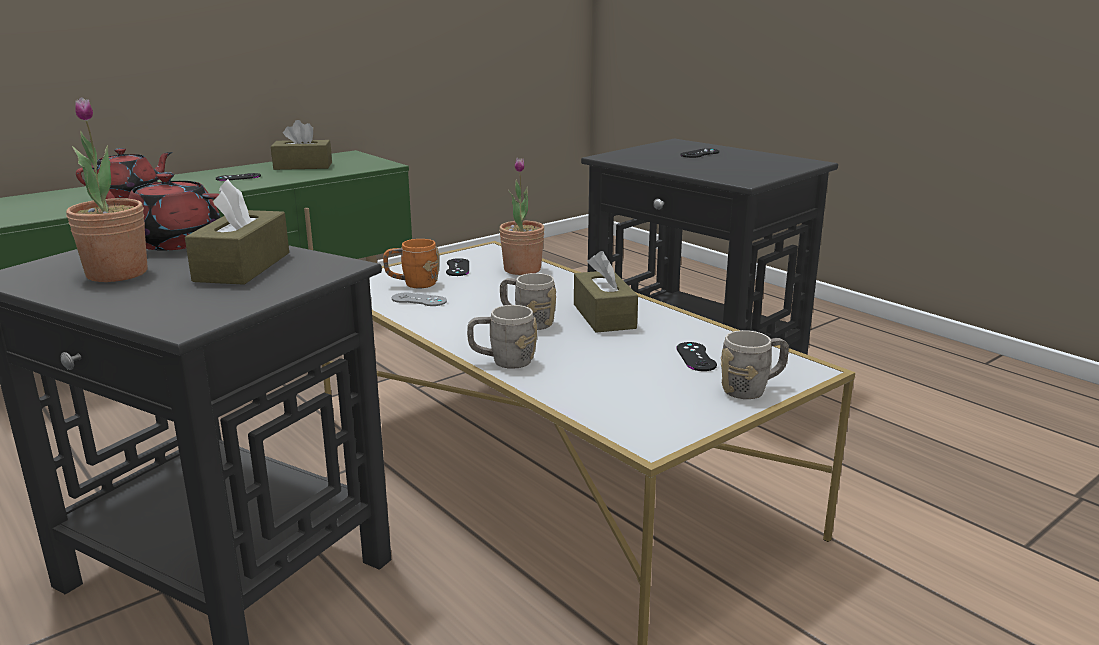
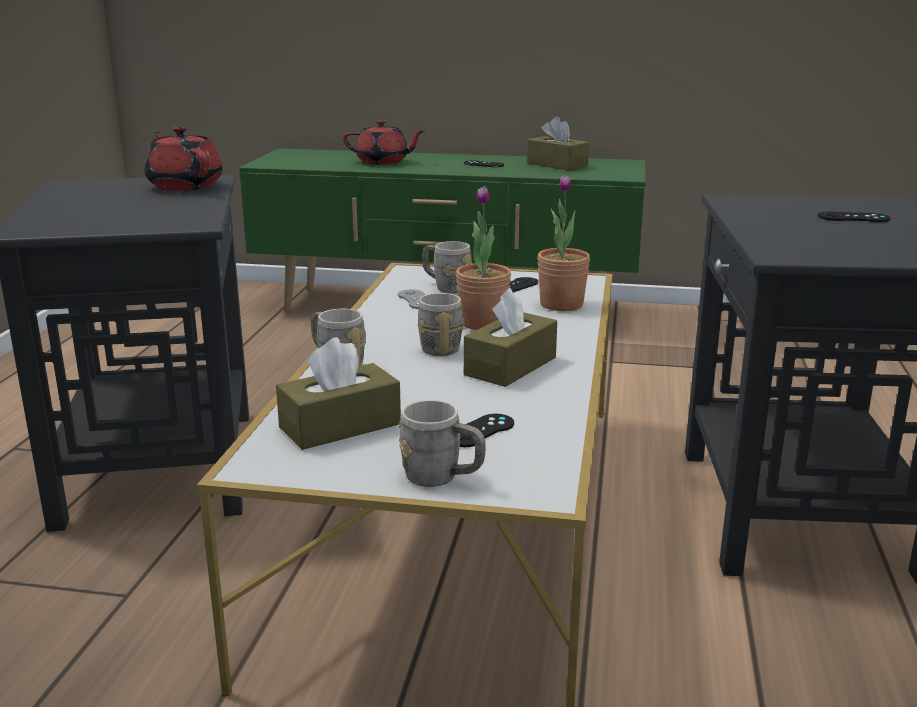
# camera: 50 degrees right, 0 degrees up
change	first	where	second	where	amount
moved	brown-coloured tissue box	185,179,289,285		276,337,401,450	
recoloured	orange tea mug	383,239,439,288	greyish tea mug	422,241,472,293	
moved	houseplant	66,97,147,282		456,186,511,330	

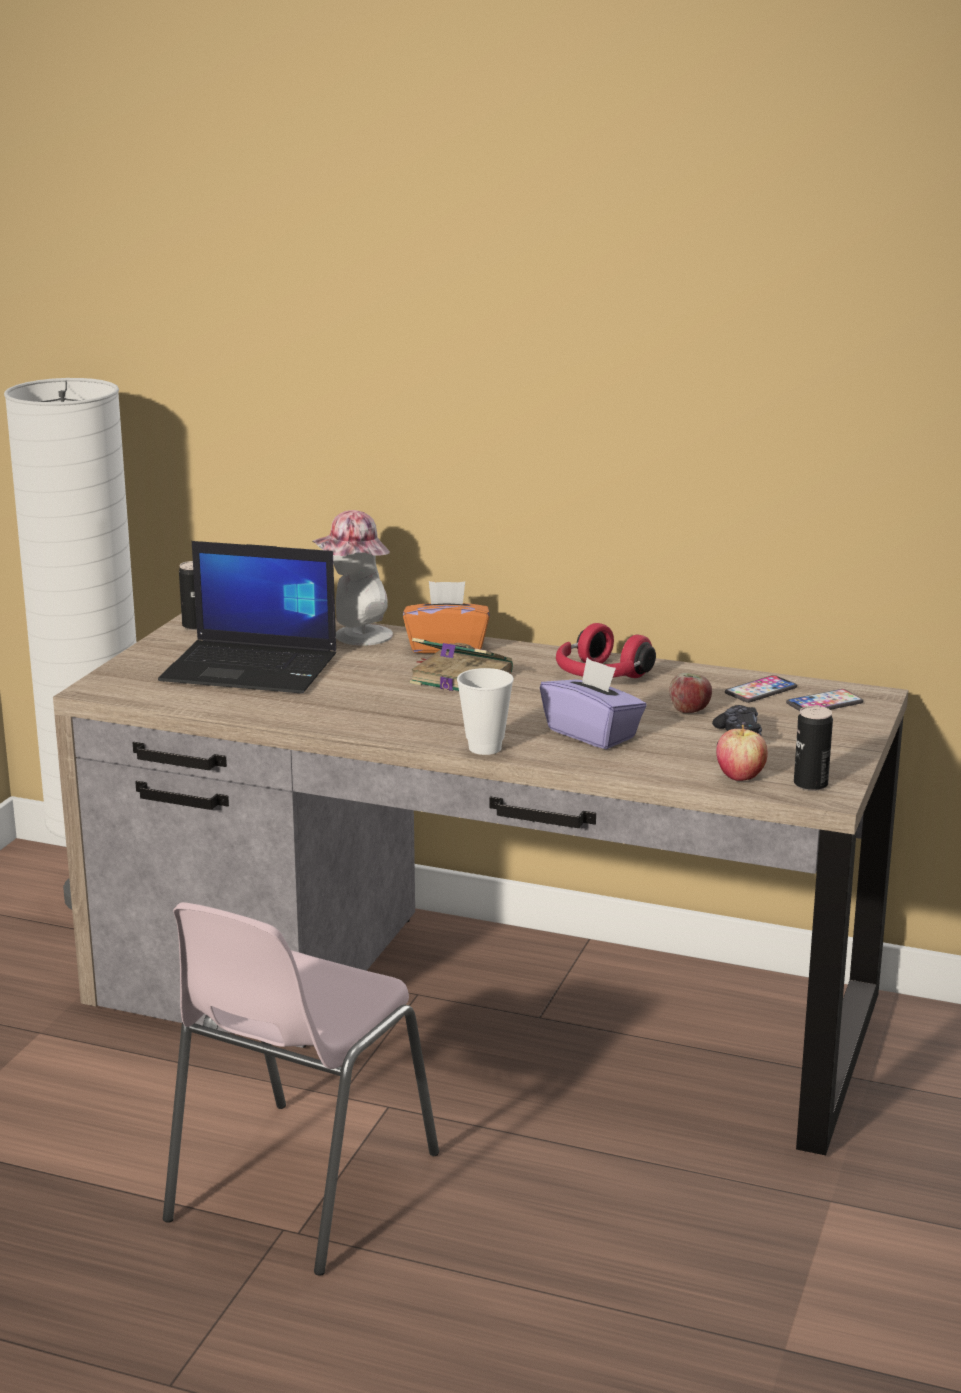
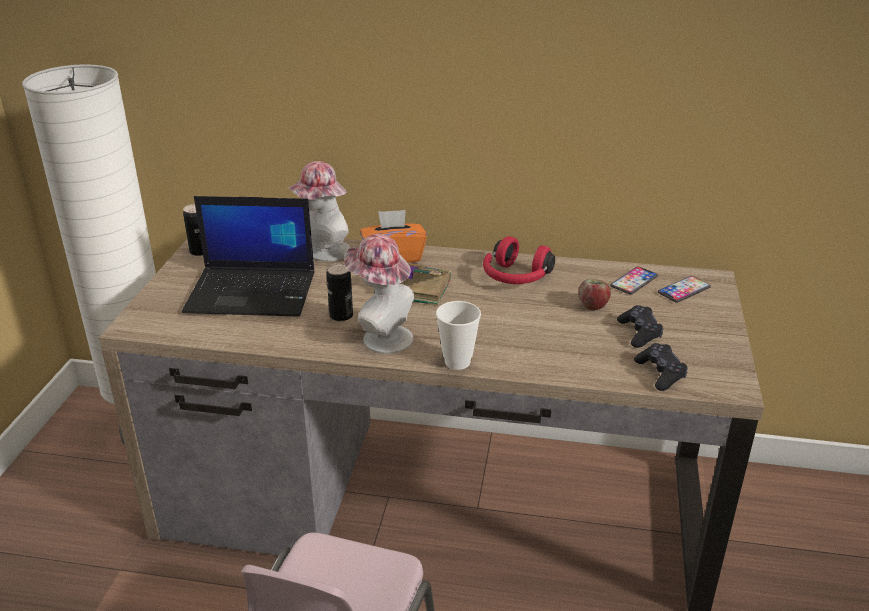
# camera: 10 degrees left, 10 degrees up
change	first	where	second	where	amount
moved	can	794,706,833,791		326,263,353,321	
added			wearable hat	345,234,414,354	
replaced	whole apple	716,725,768,781	blackish game controller	634,343,688,391	
removed	purple-coloured tissue box	540,658,647,749			

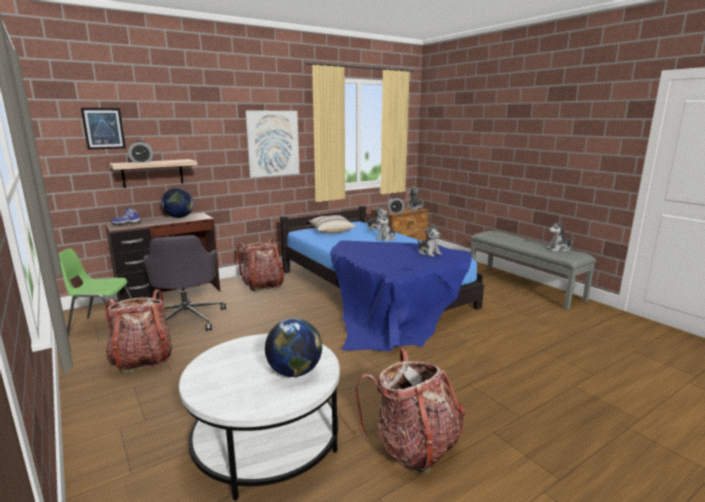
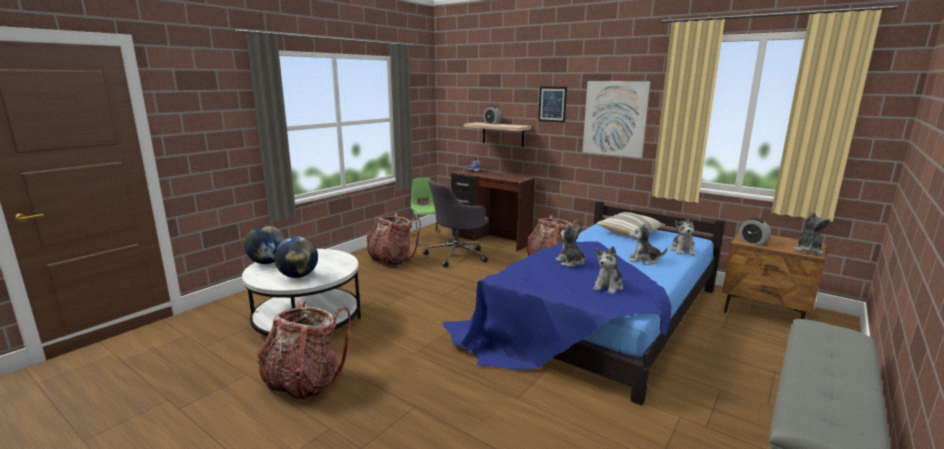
# camera: 70 degrees right, 0 degrees up
change	first	where	second	where	amount
moved	world globe	161,188,194,218		244,225,286,264	
moved	picture	81,108,126,150		538,86,567,123	
moved	cuddly toy	546,221,575,252		555,224,586,267	

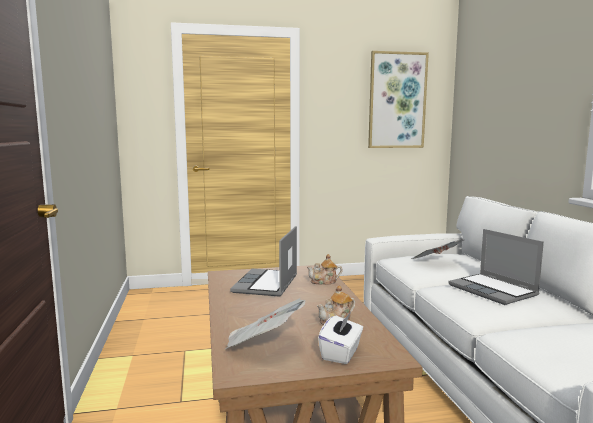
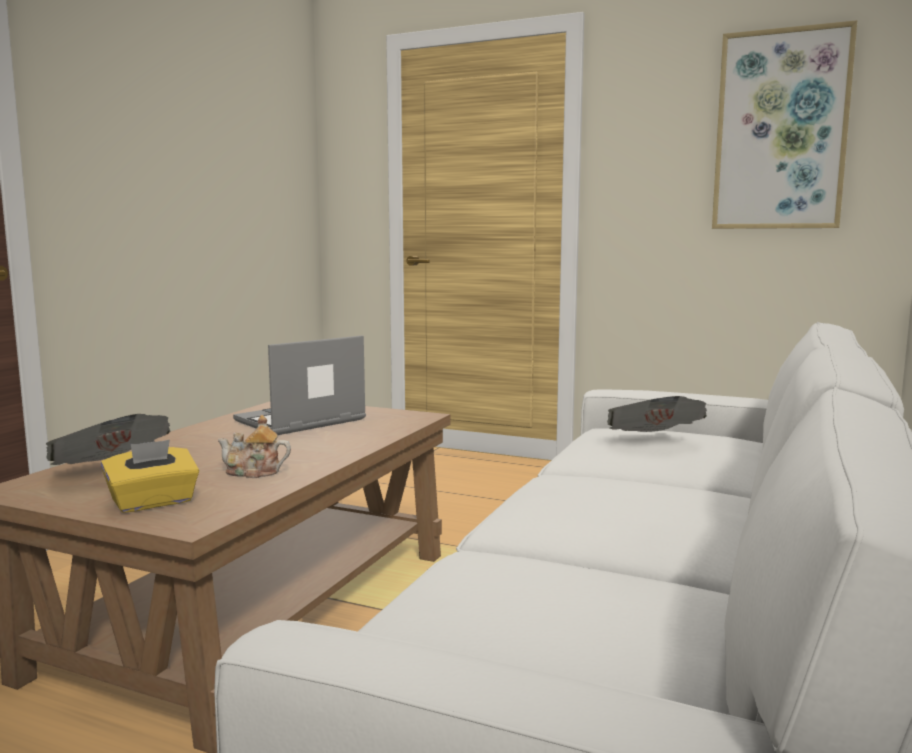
# camera: 35 degrees right, 0 degrees up
change	first	where	second	where	amount
recoloured	whitish tissue box	318,313,363,364	yellow-coloured tissue box	101,440,199,513	
removed	tea pot	307,254,343,285			
removed	notebook computer	448,229,544,305			

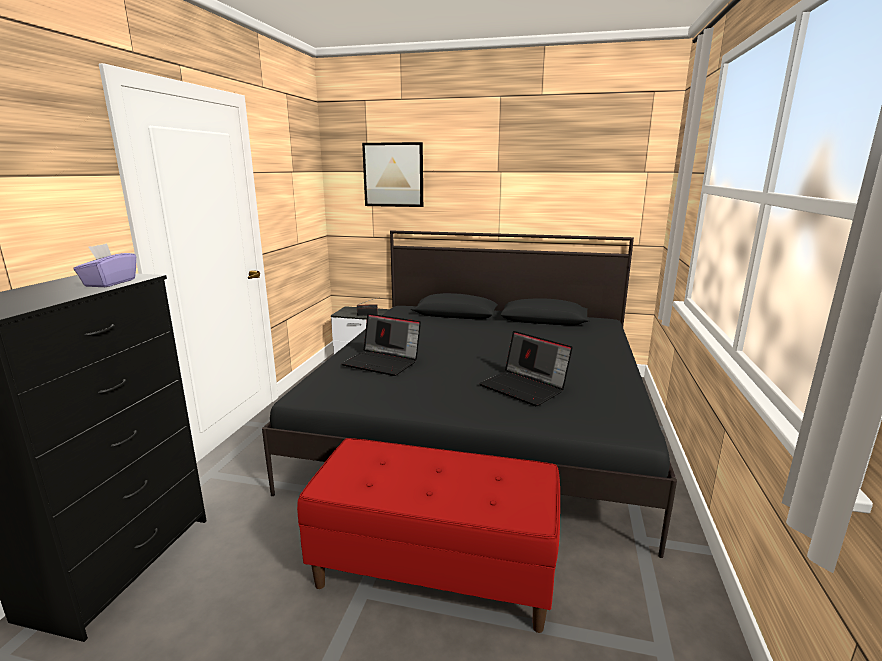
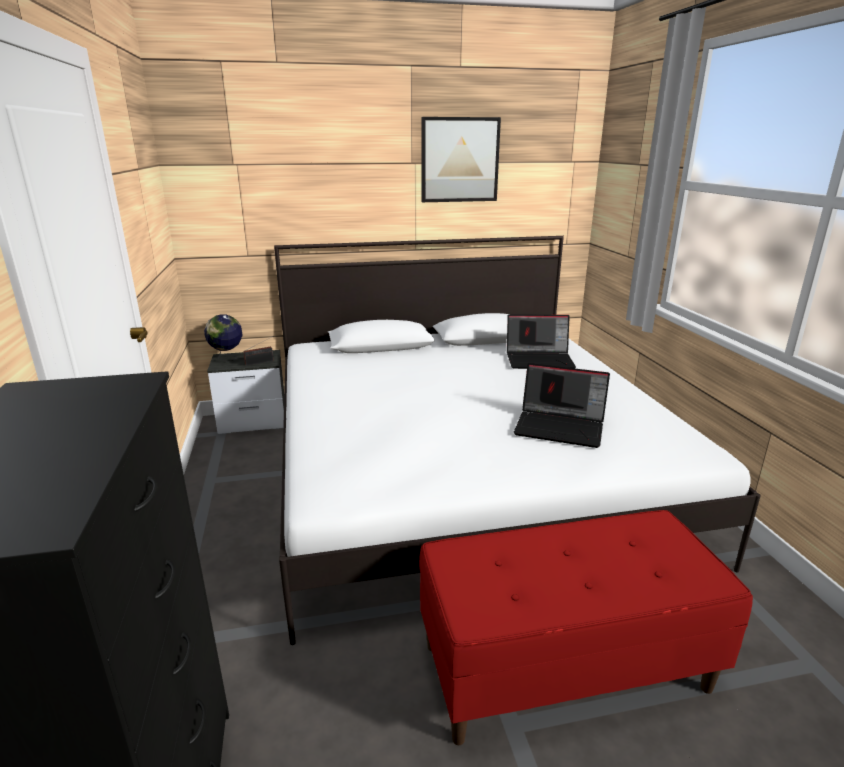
# camera: 25 degrees left, 5 degrees up
change	first	where	second	where	amount
added			world globe	204,314,243,362	
recoloured	blackish bedroom bed	262,230,677,558	whitish bedroom bed	274,236,761,645	
moved	picture	362,142,423,207		421,117,501,202	
moved	notebook computer	341,314,421,376		507,314,576,369	
removed	purple-coloured tissue box	74,243,136,287			

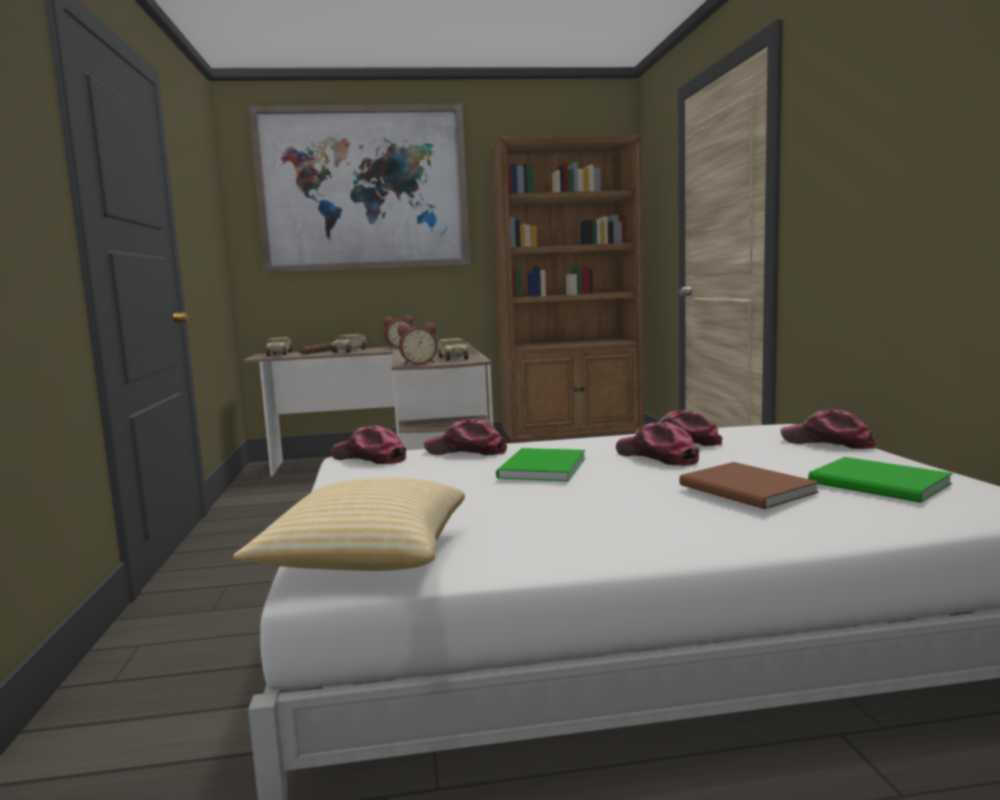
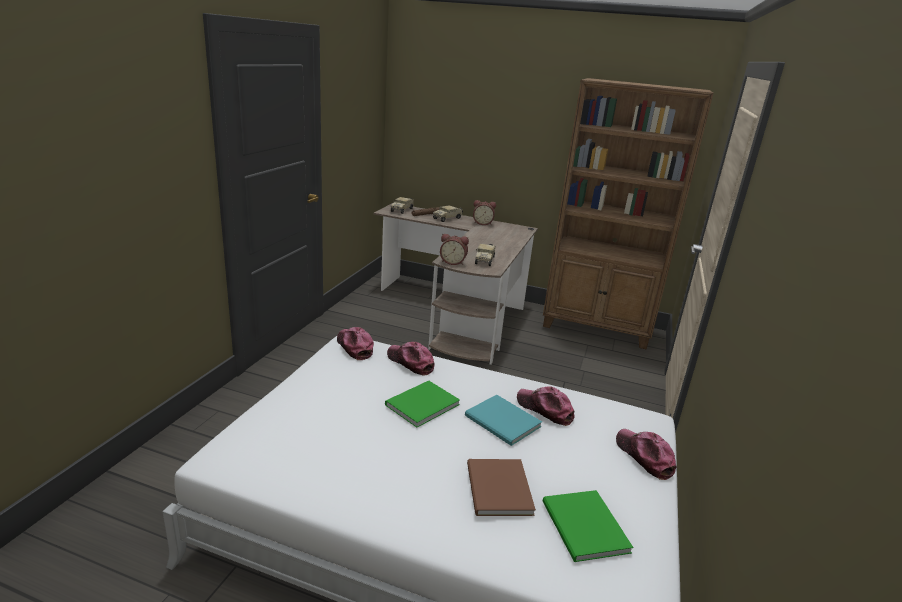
# camera: 25 degrees right, 15 degrees up
change	first	where	second	where	amount
replaced	baseball cap	616,422,699,466	turquoise bound book	465,395,542,446	
removed	pillow	233,478,465,571			
removed	picture	248,104,470,273			

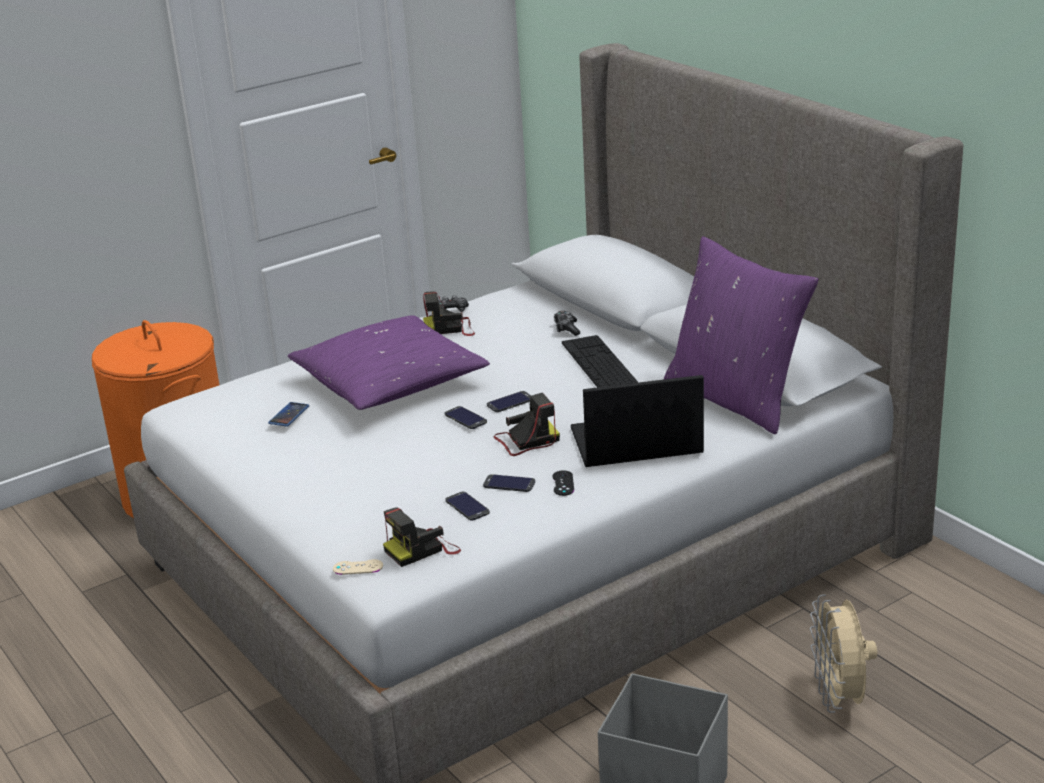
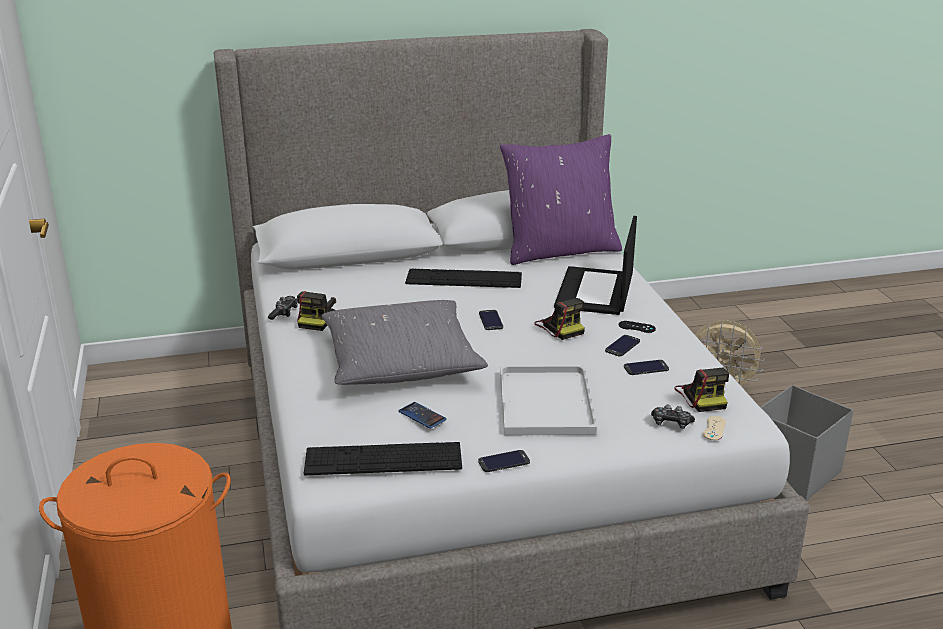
# camera: 70 degrees left, 0 degrees up
change	first	where	second	where	amount
added			computer keyboard	304,442,462,475	
recoloured	purple-coloured pillow	288,315,490,410	greyish pillow	321,300,488,385	
moved	handset	445,406,487,429		478,450,530,472	
added			whitish carrying tray	500,366,597,436	
turned	photo camera	494,393,560,456		534,298,585,340	150 degrees clockwise
moved	game controller	554,311,580,336		651,405,695,429	

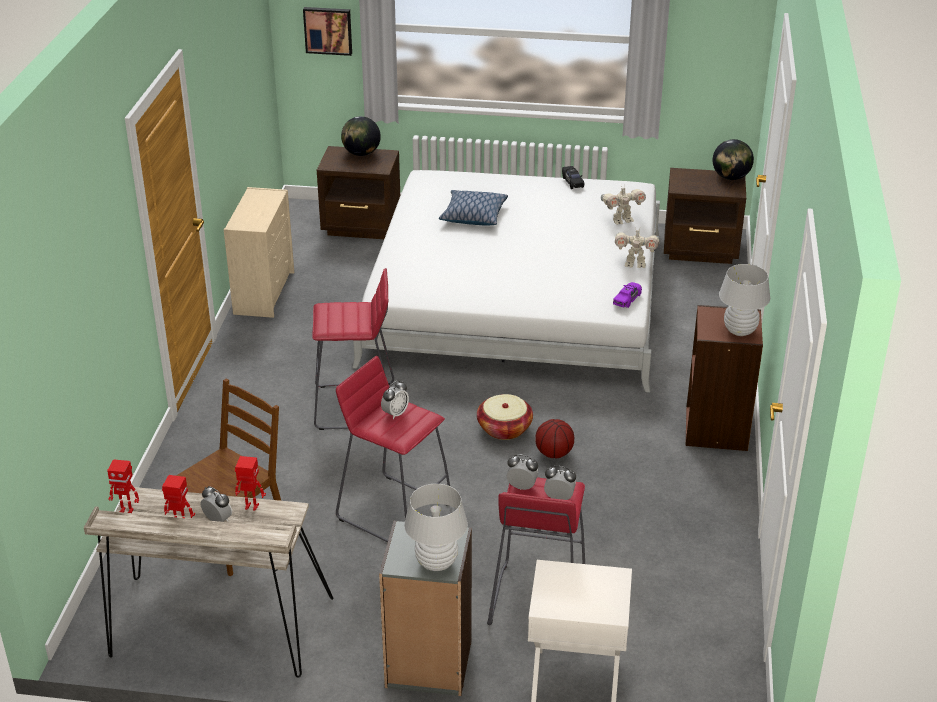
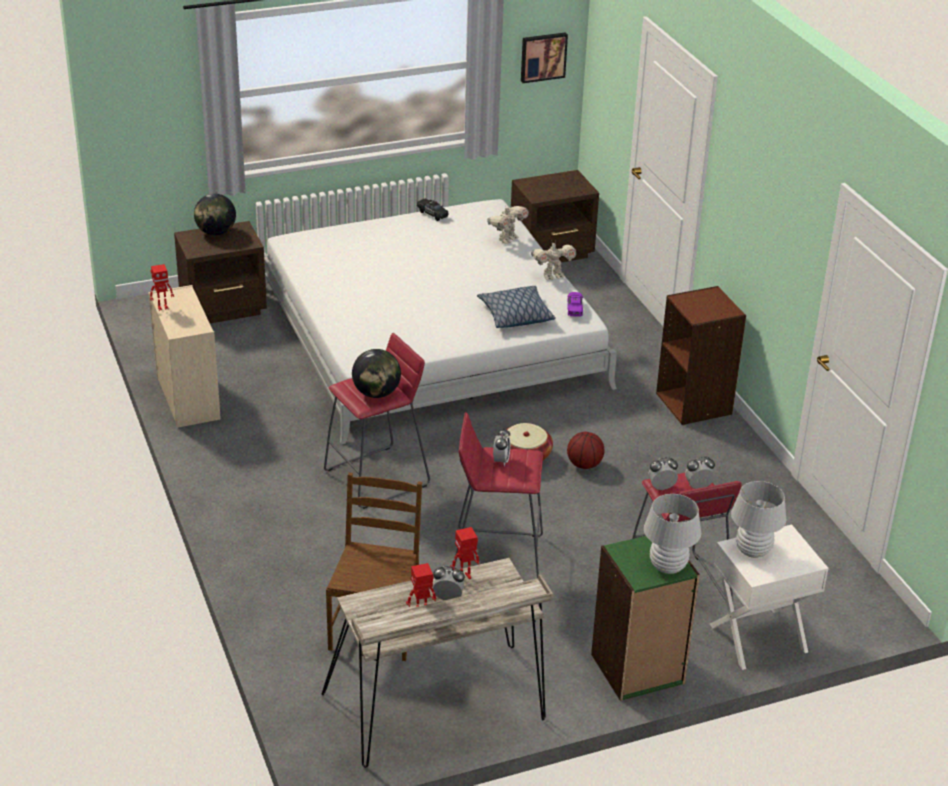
# camera: 30 degrees left, 0 degrees up
change	first	where	second	where	amount
moved	toy robot	107,459,139,513		150,264,174,311	
moved	world globe	713,139,754,180		352,349,401,398	
moved	pillow	439,190,508,226		477,286,556,328	
moved	picture	303,7,352,56		521,32,568,83	
recoloured	greyish bookcase	379,521,472,696	green bookcase	591,536,700,701	
moved	whitish table lamp	719,264,770,336		731,481,786,558	

